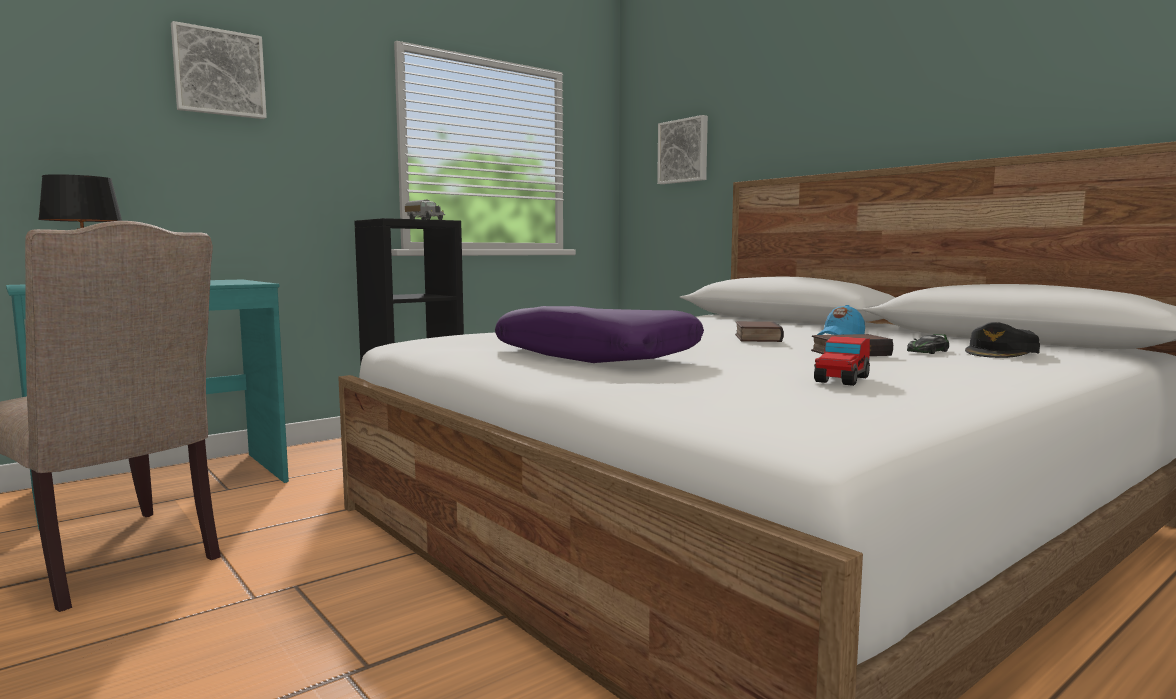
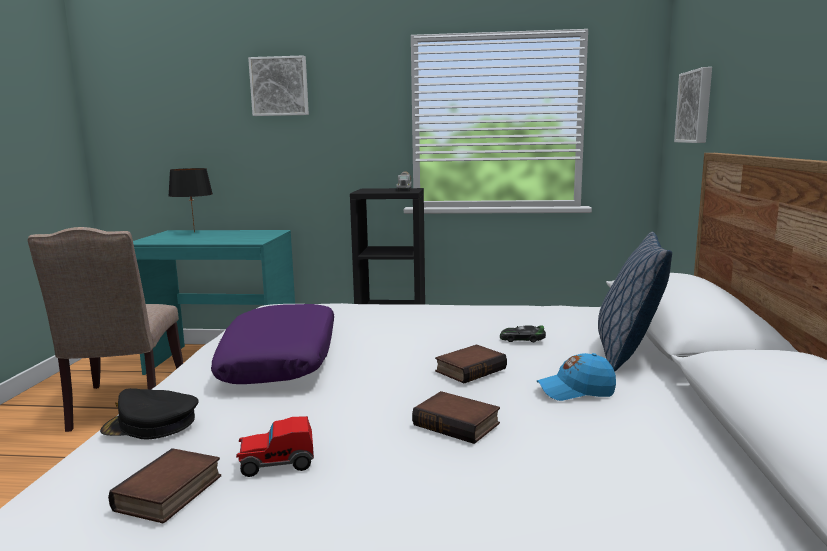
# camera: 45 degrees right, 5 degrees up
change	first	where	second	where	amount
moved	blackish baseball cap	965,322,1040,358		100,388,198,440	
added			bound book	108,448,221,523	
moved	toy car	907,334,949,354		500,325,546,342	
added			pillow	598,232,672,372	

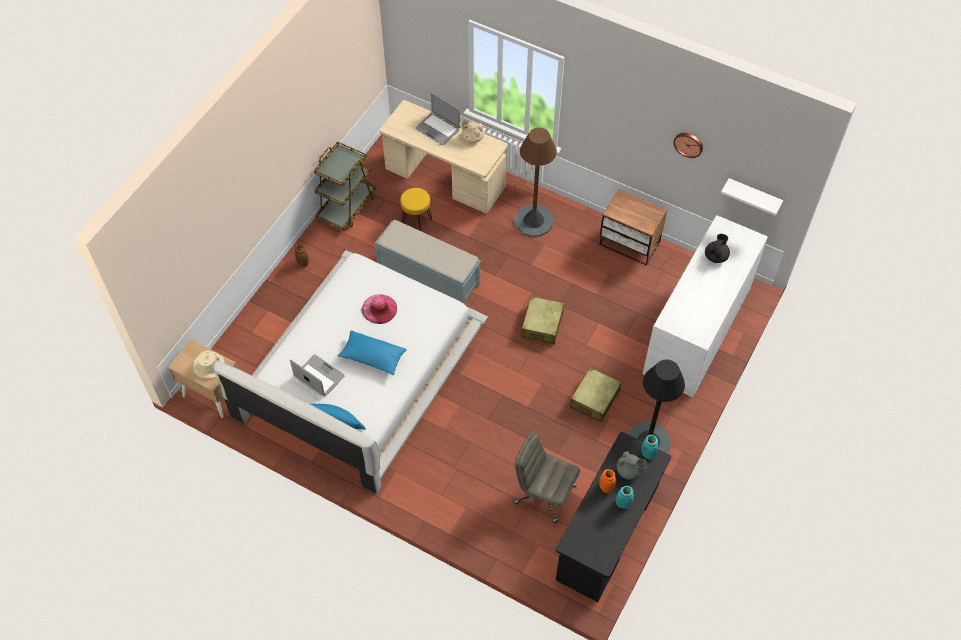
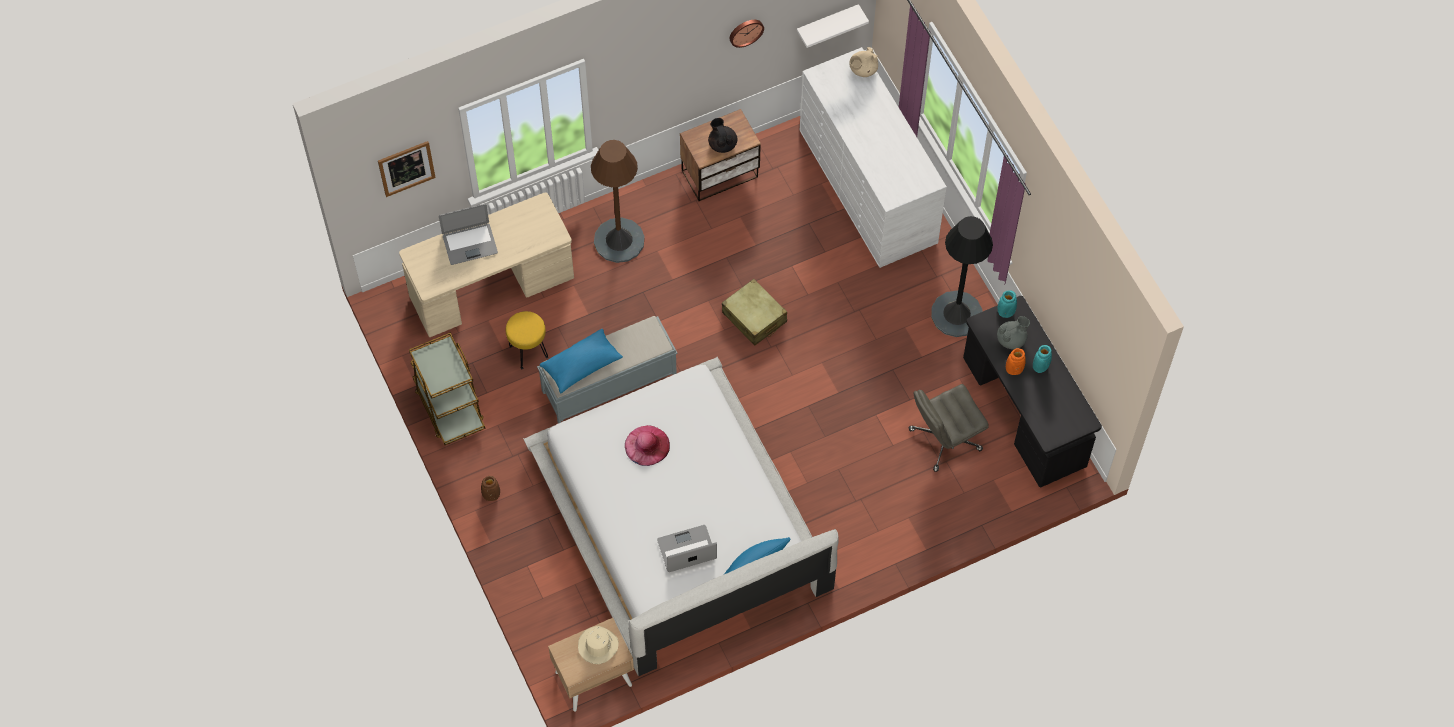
# camera: 55 degrees left, 5 degrees up
change	first	where	second	where	amount
added			picture	378,141,436,197	
moved	blue-coloured pillow	338,330,407,375		540,329,623,393	
moved	blackish tea pot	705,234,730,263		708,118,737,153	
moved	beige-coloured tea pot	460,119,484,143		849,47,878,77	
removed	beige-coloured suitcase	570,368,622,422			

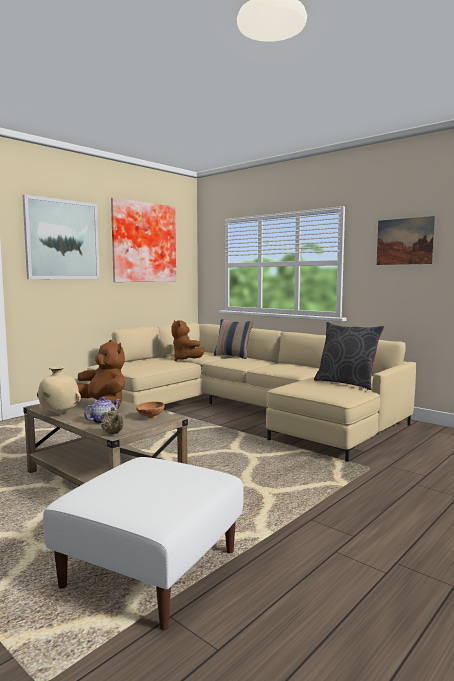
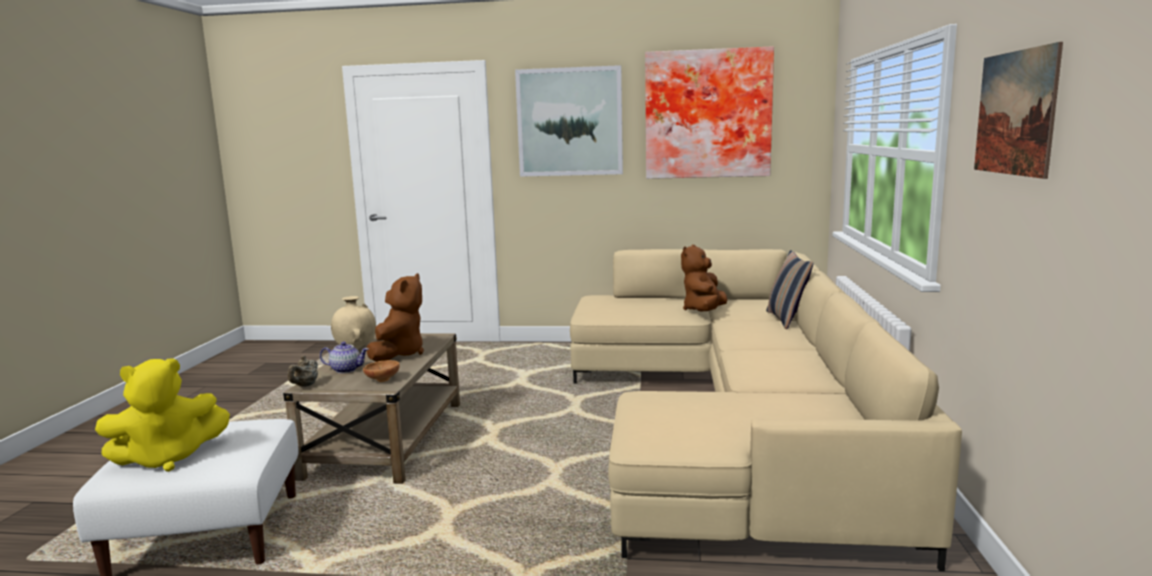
# camera: 55 degrees right, 5 degrees up
change	first	where	second	where	amount
added			yellow-coloured cuddly toy	95,359,230,472	
removed	greyish pillow	314,322,384,390			

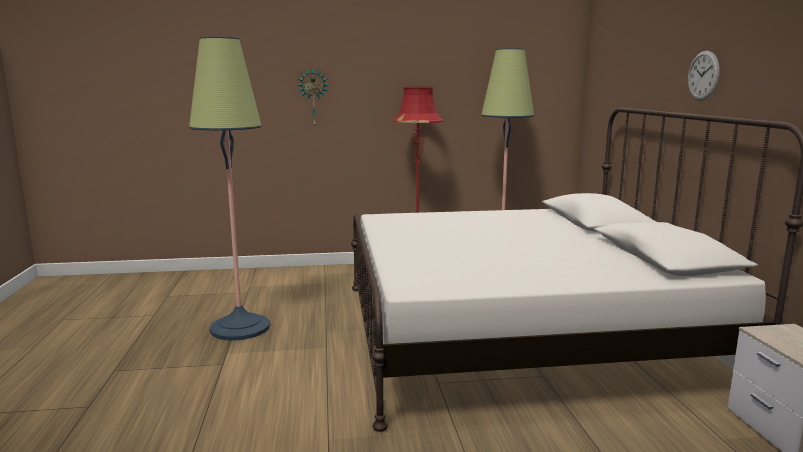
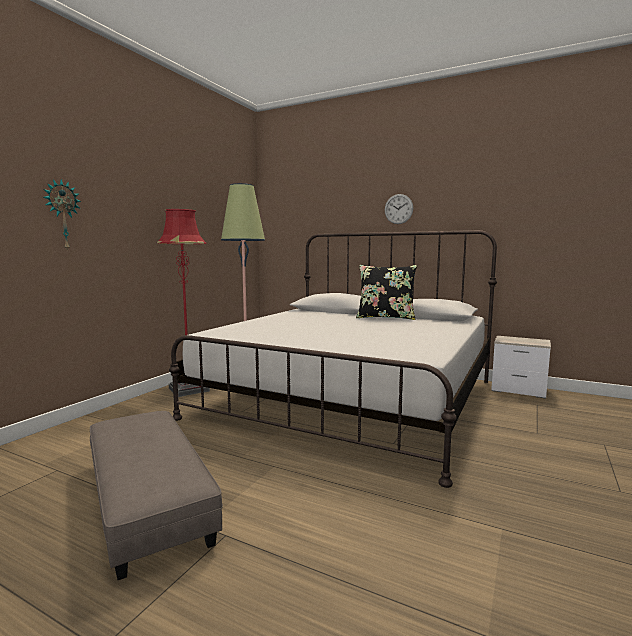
# camera: 55 degrees left, 5 degrees down
change	first	where	second	where	amount
replaced	standard lamp	189,37,270,341	greyish pouffe	90,411,223,580	
added			blackish pillow	356,265,417,320	

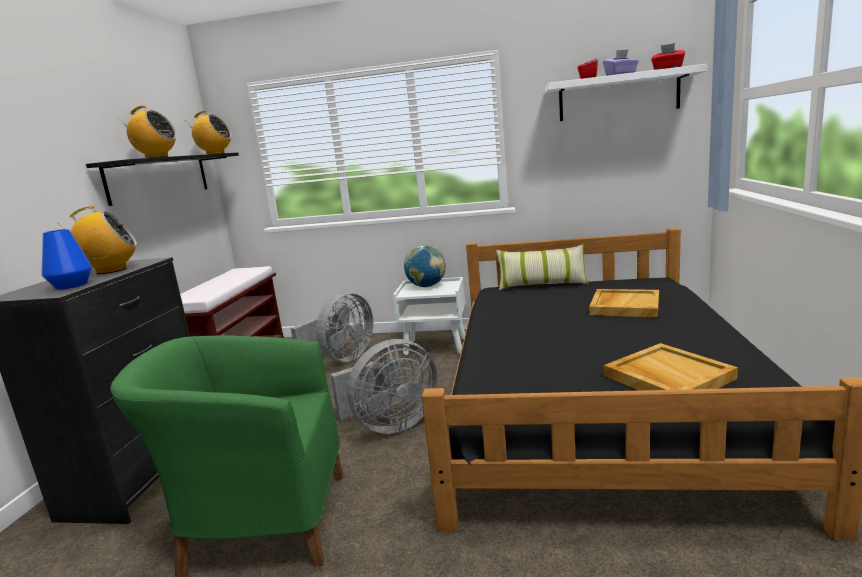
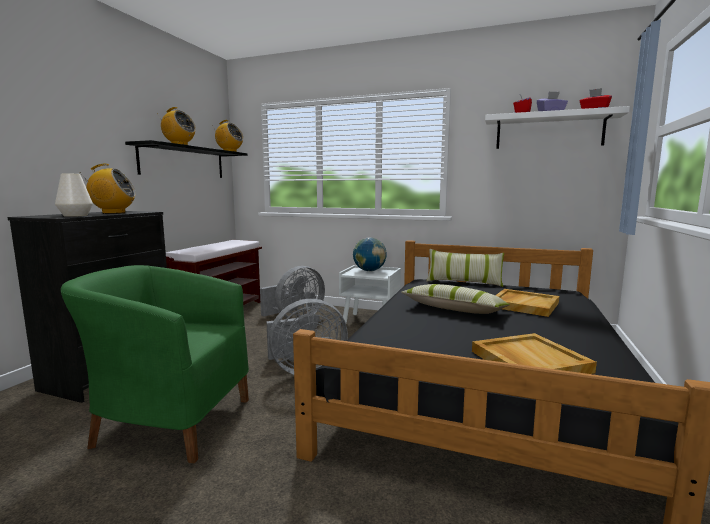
# camera: 10 degrees right, 5 degrees down
change	first	where	second	where	amount
recoloured	blue-coloured flower vase	42,229,92,290	whitish flower vase	55,174,93,217	
added			pillow	401,284,510,314	

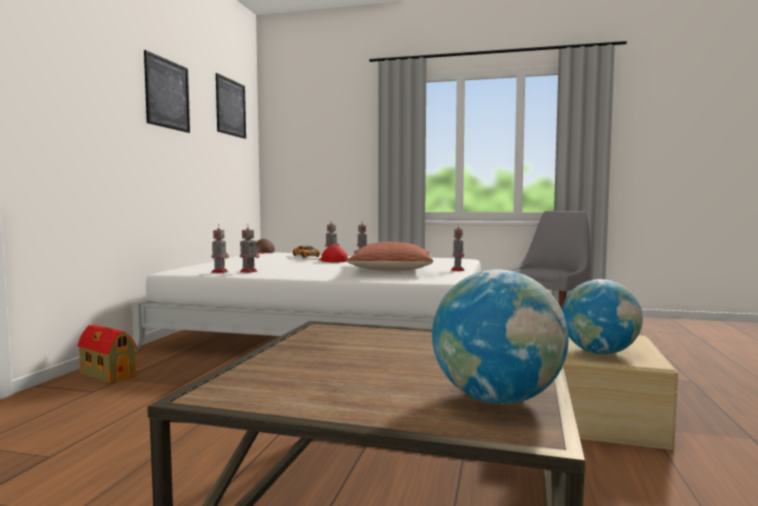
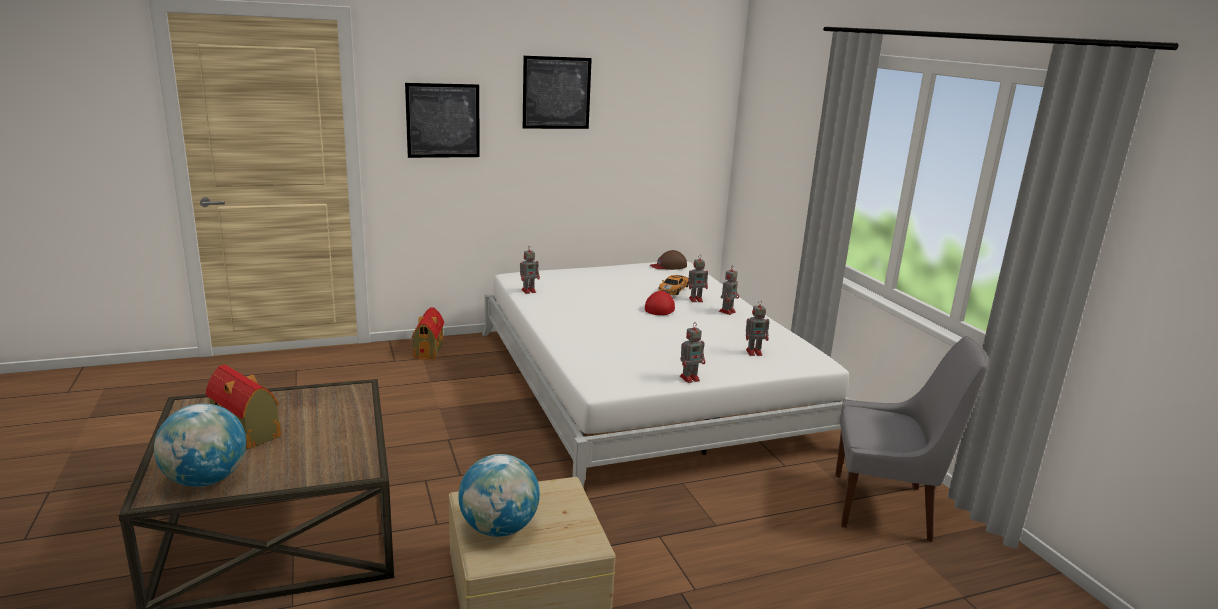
# camera: 55 degrees right, 15 degrees up
change	first	where	second	where	amount
added			model house	206,365,281,449	
moved	picture	216,73,246,139		405,83,480,158	
moved	toy robot	240,226,259,273		746,300,769,356	
removed	pillow	347,242,433,271			

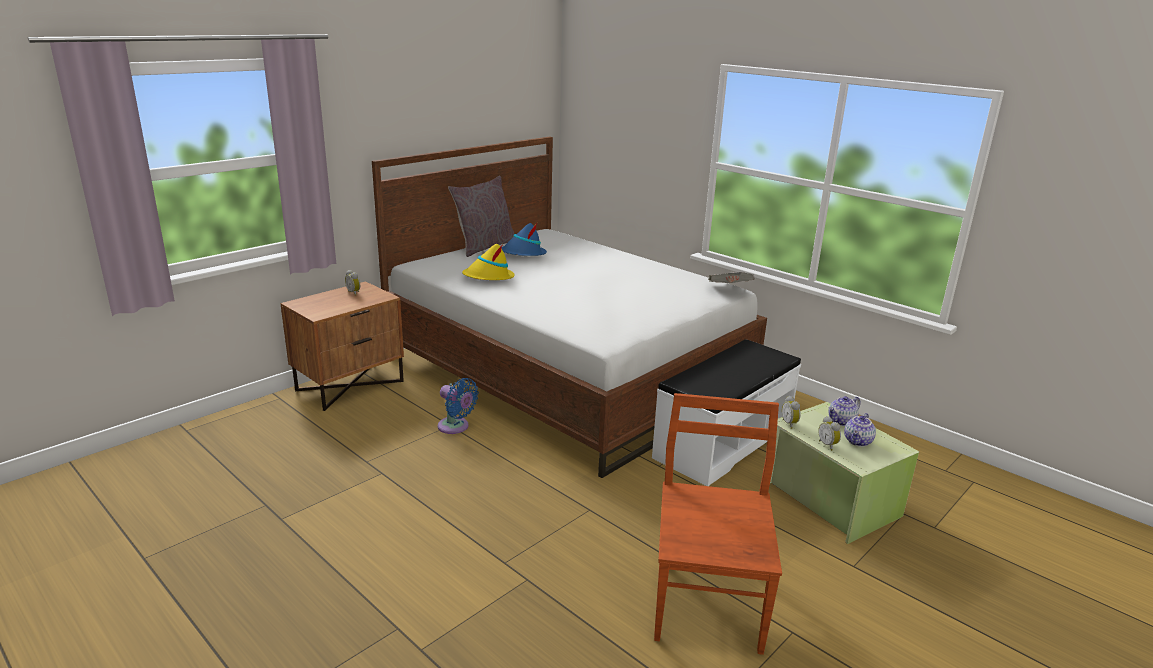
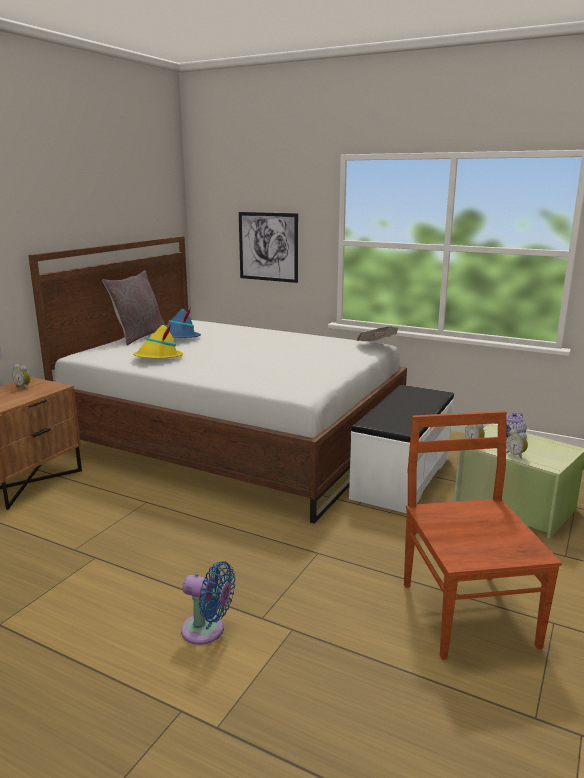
# camera: 15 degrees left, 5 degrees down
change	first	where	second	where	amount
moved	blue-coloured cooling fan	438,378,479,434		181,561,235,645	
added			picture	239,212,298,283	
removed	tea pot	844,413,876,447			

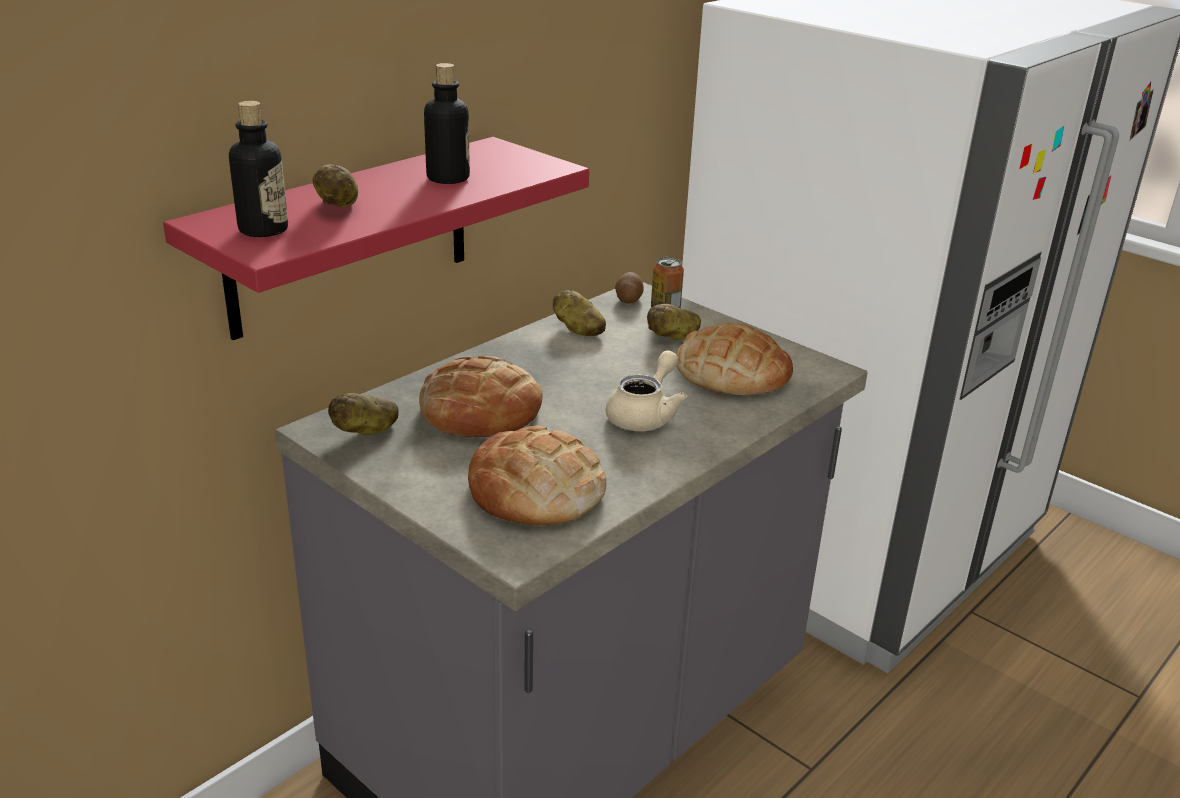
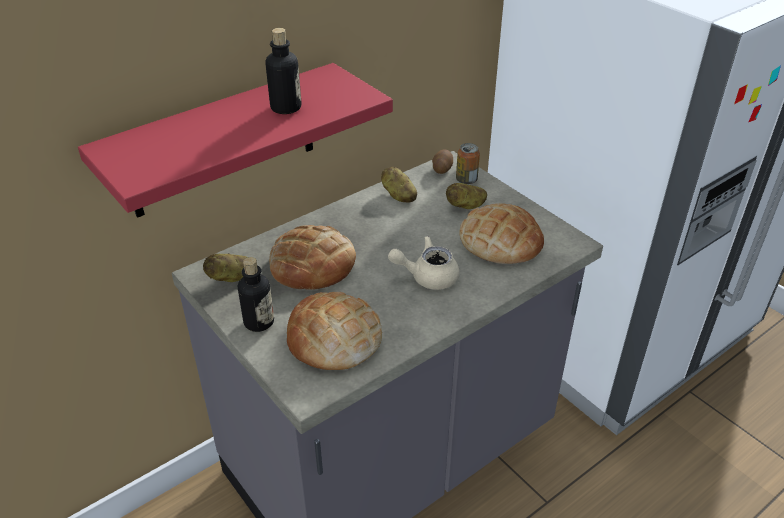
# camera: 10 degrees right, 10 degrees up
change	first	where	second	where	amount
moved	beverage bottle	229,101,288,237		238,257,274,332	
turned	beige-coloured tea pot	606,350,687,431		388,236,460,290	135 degrees counterclockwise
removed	potato	312,164,358,207			

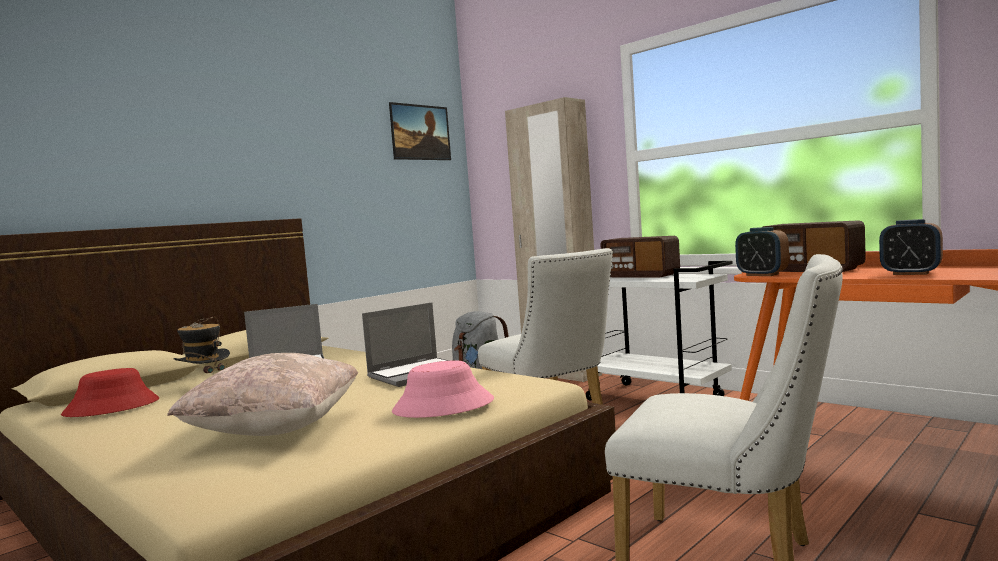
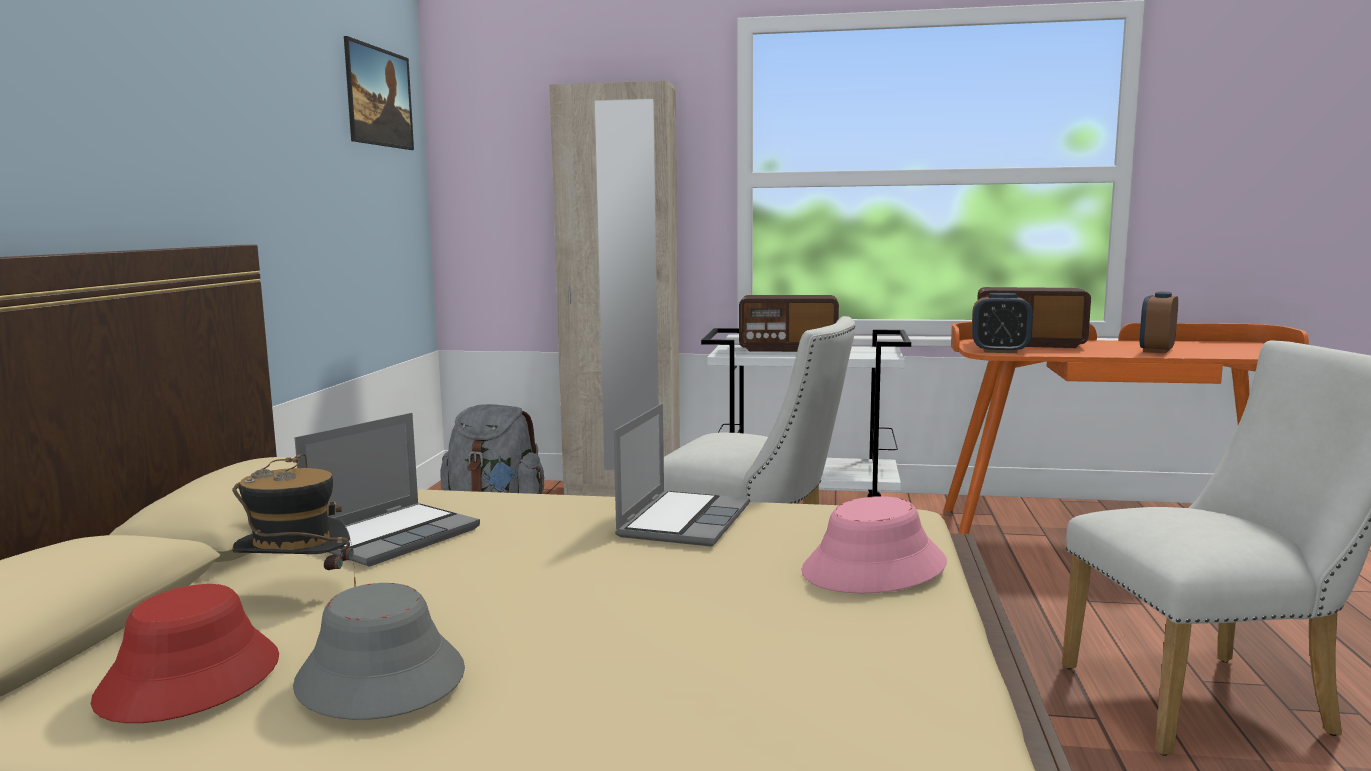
# camera: 35 degrees left, 5 degrees up
change	first	where	second	where	amount
added			greyish wearable hat	293,583,465,720	
turned	bedside clock	879,219,943,275		1140,292,1178,353	120 degrees clockwise
removed	beige-coloured pillow	167,353,358,436			

